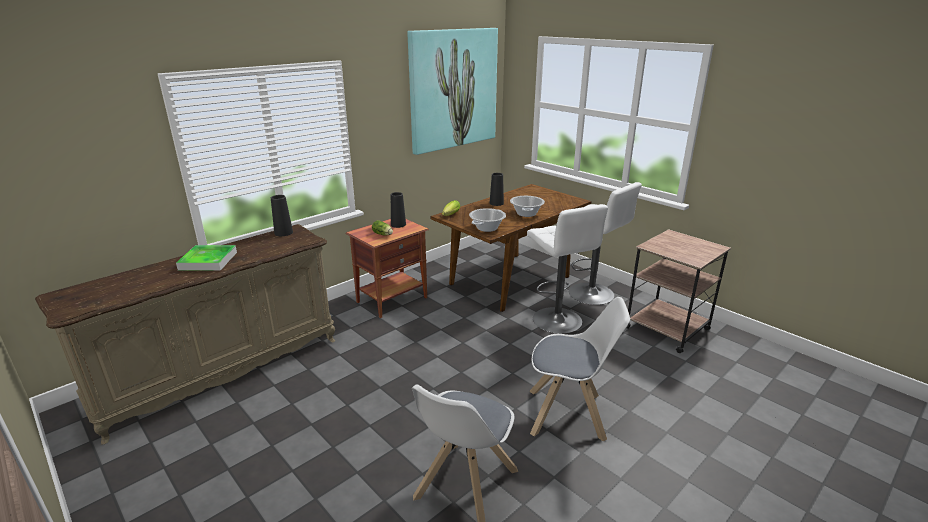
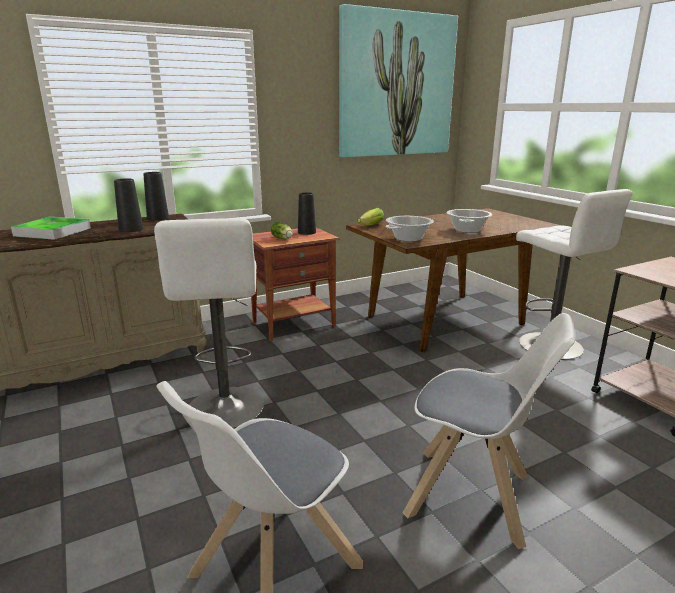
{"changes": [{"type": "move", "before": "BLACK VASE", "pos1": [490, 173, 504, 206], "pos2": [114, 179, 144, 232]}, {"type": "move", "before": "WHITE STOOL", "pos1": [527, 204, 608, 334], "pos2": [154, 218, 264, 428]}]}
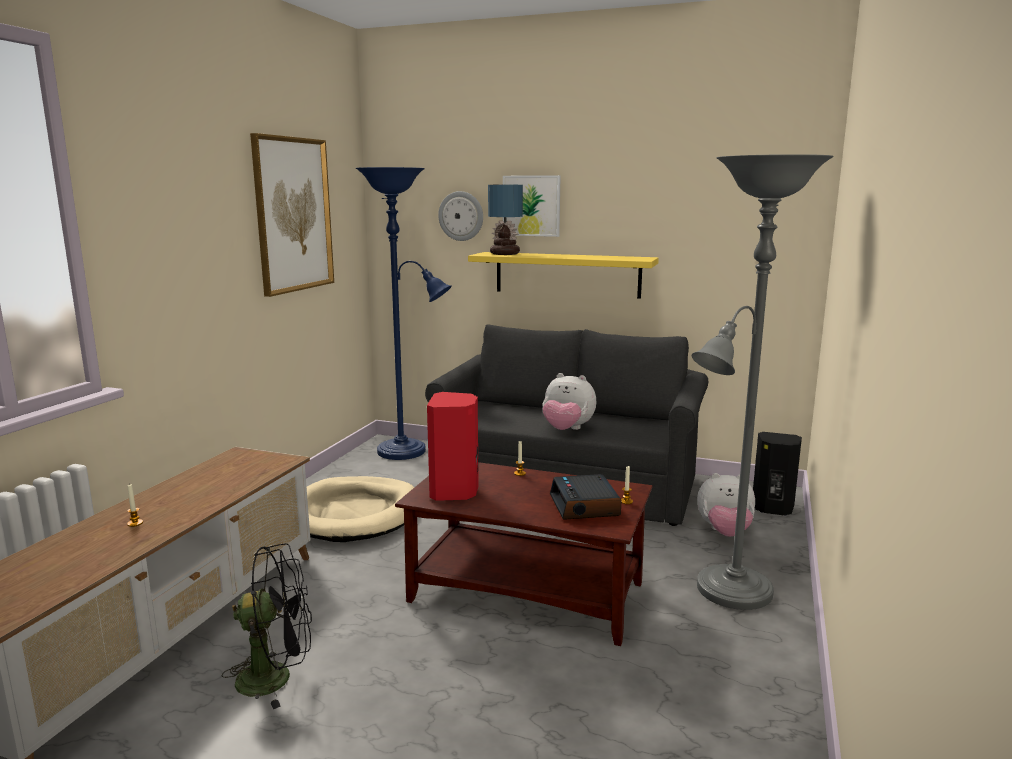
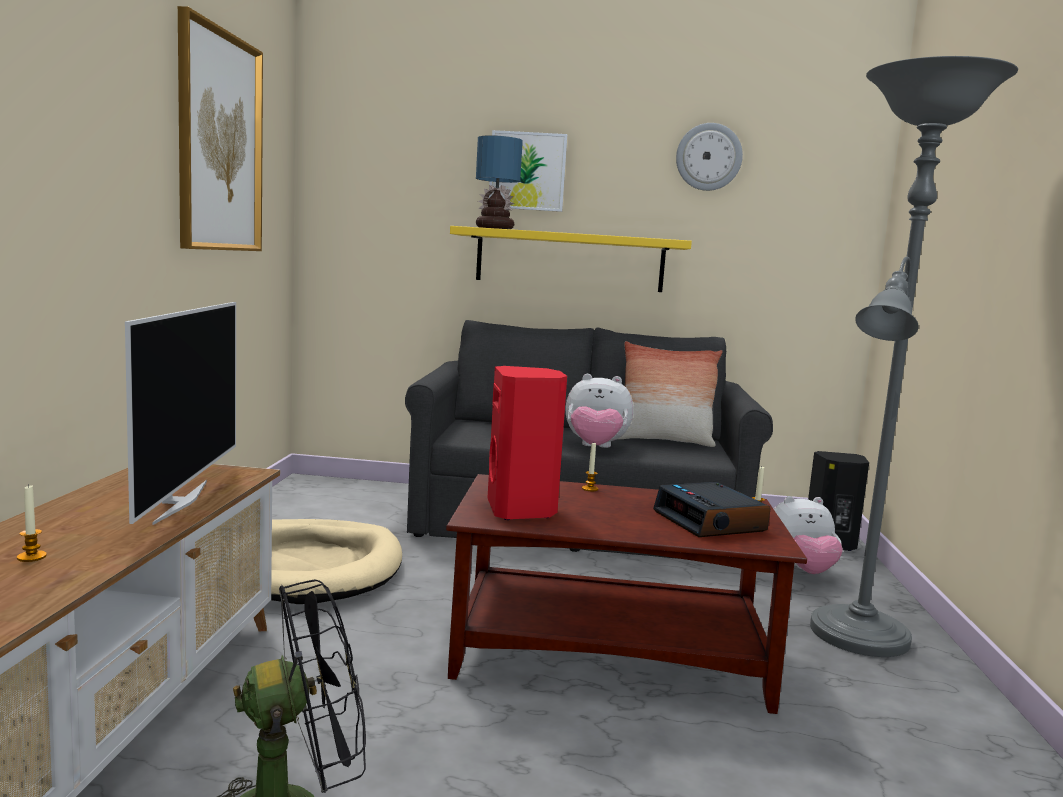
{"changes": [{"type": "insert", "after": "TELEVISION", "pos2": [125, 302, 236, 525]}, {"type": "insert", "after": "PILLOW", "pos2": [618, 341, 723, 447]}, {"type": "move", "before": "WALL CLOCK", "pos1": [438, 191, 483, 241], "pos2": [676, 123, 743, 191]}, {"type": "delete", "before": "BLUE FLOOR LAMP", "pos1": [356, 167, 452, 460]}]}
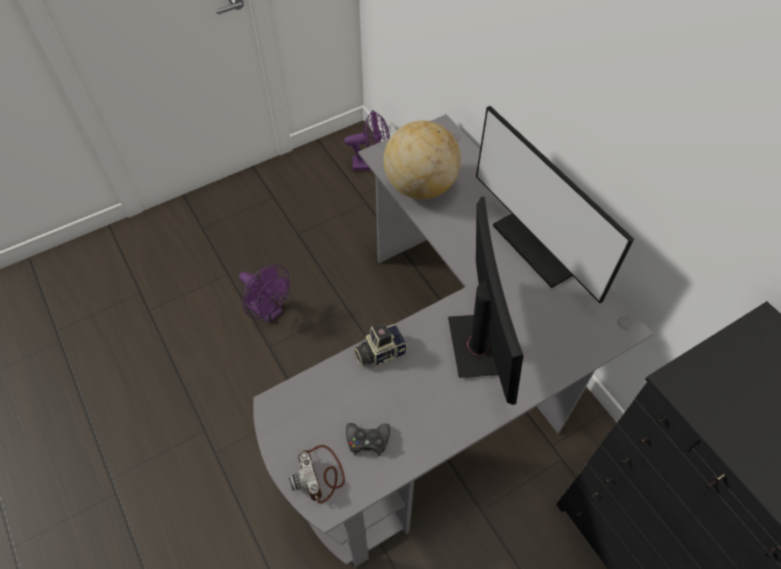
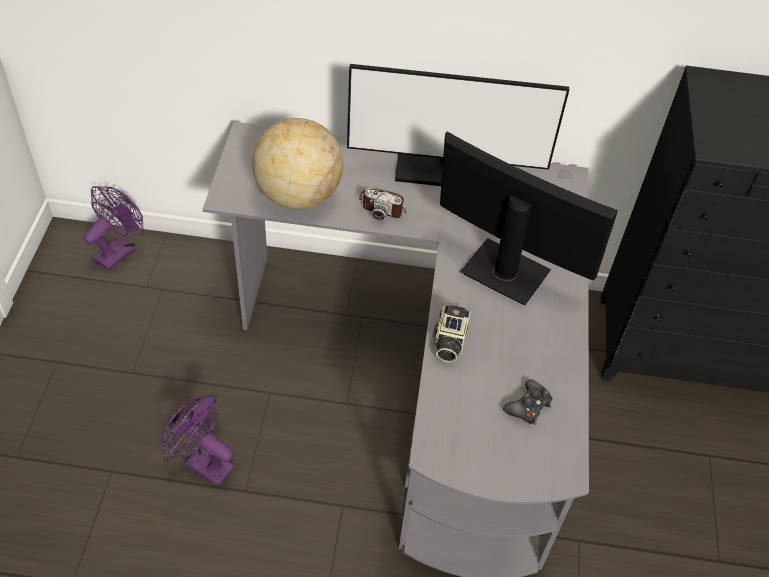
{"changes": [{"type": "rotate", "before": "PURPLE FAN", "pos1": [239, 264, 290, 324], "pos2": [161, 394, 235, 487], "turn": -135}, {"type": "move", "before": "PHOTO CAMERA", "pos1": [289, 445, 345, 504], "pos2": [359, 189, 407, 220]}]}
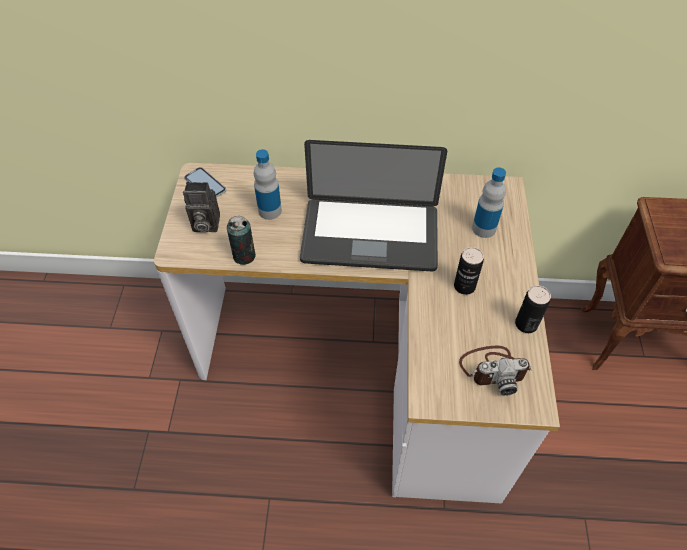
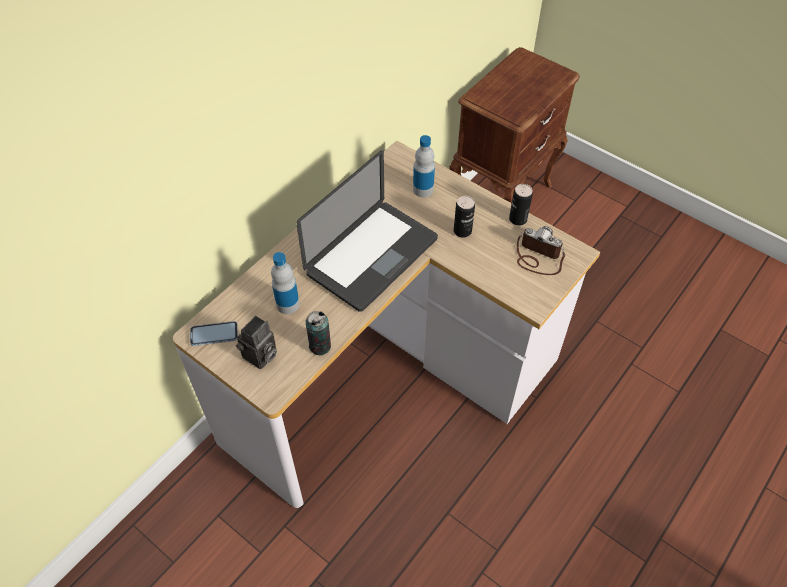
{"changes": [{"type": "rotate", "before": "PHOTO CAMERA", "pos1": [459, 346, 531, 396], "pos2": [517, 226, 565, 275], "turn": -90}]}
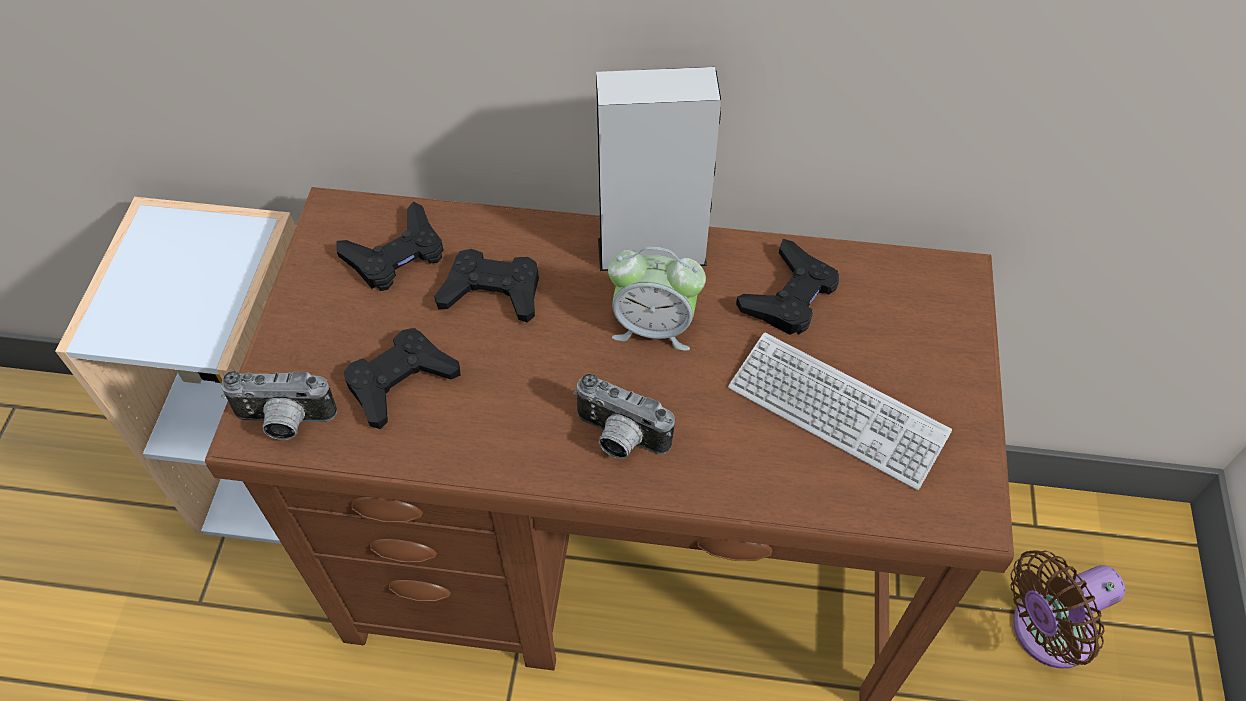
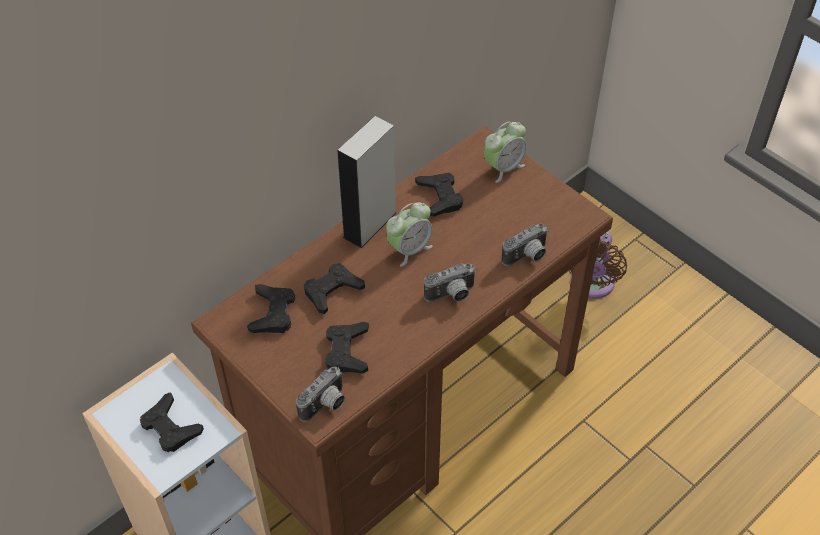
{"changes": [{"type": "insert", "after": "BLACK GAME CONTROLLER", "pos2": [140, 392, 204, 452]}, {"type": "insert", "after": "ALARM CLOCK", "pos2": [484, 122, 526, 183]}, {"type": "insert", "after": "PHOTO CAMERA", "pos2": [502, 223, 548, 266]}, {"type": "delete", "before": "KEYBOARD", "pos1": [728, 333, 952, 490]}]}
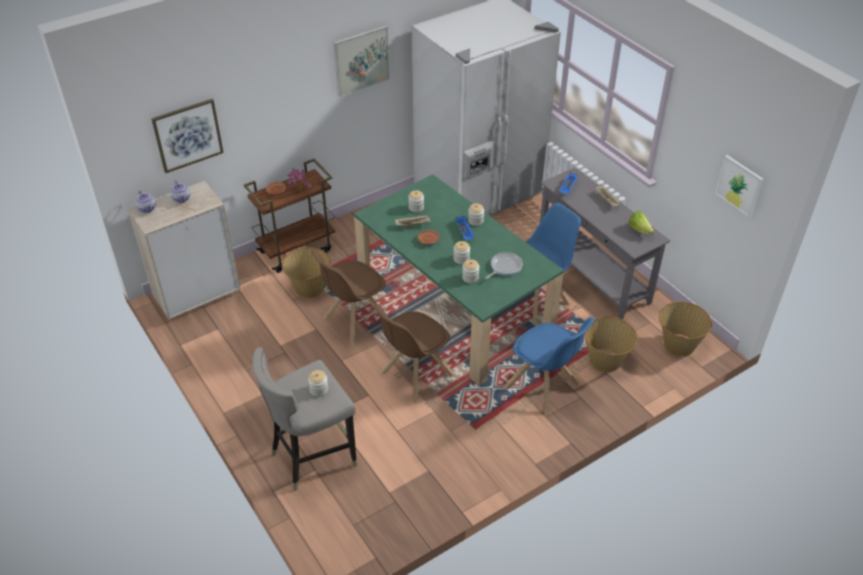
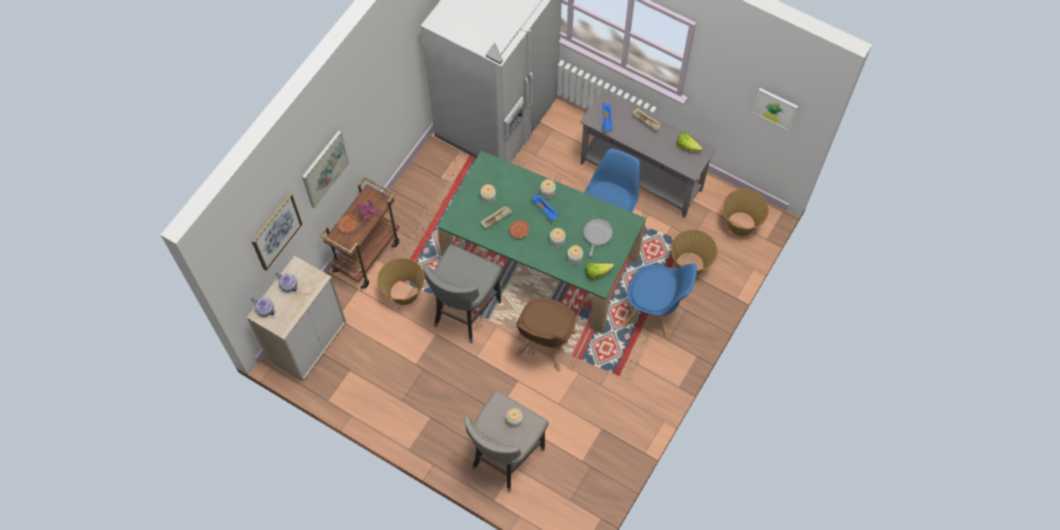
{"changes": [{"type": "move", "before": "PICTURE", "pos1": [333, 26, 390, 97], "pos2": [302, 130, 349, 208]}, {"type": "replace", "before": "BROWN CHAIR", "after": "GREY STOOL", "pos1": [311, 250, 390, 346], "pos2": [423, 244, 502, 343]}, {"type": "insert", "after": "LETTUCE", "pos2": [586, 263, 614, 280]}]}
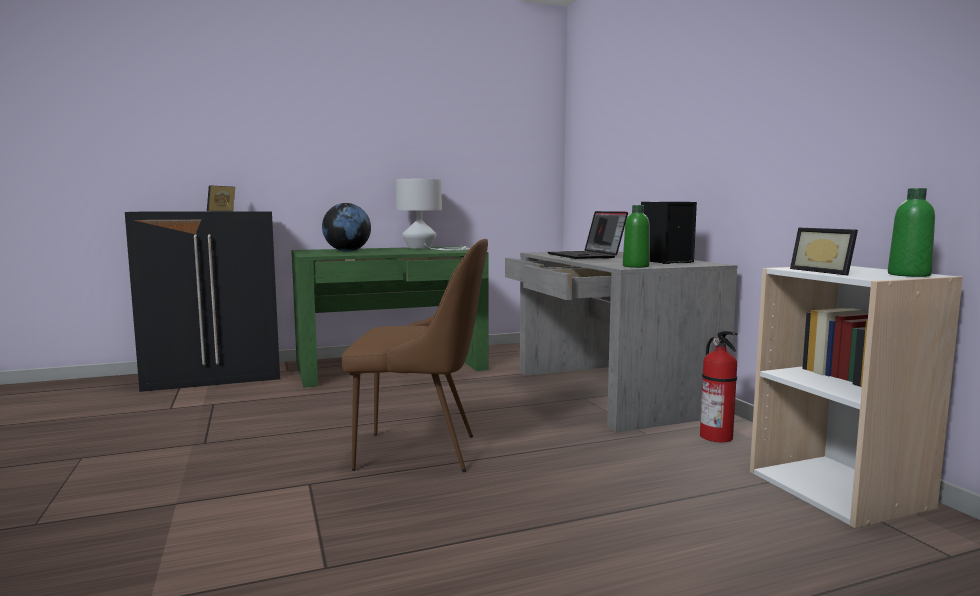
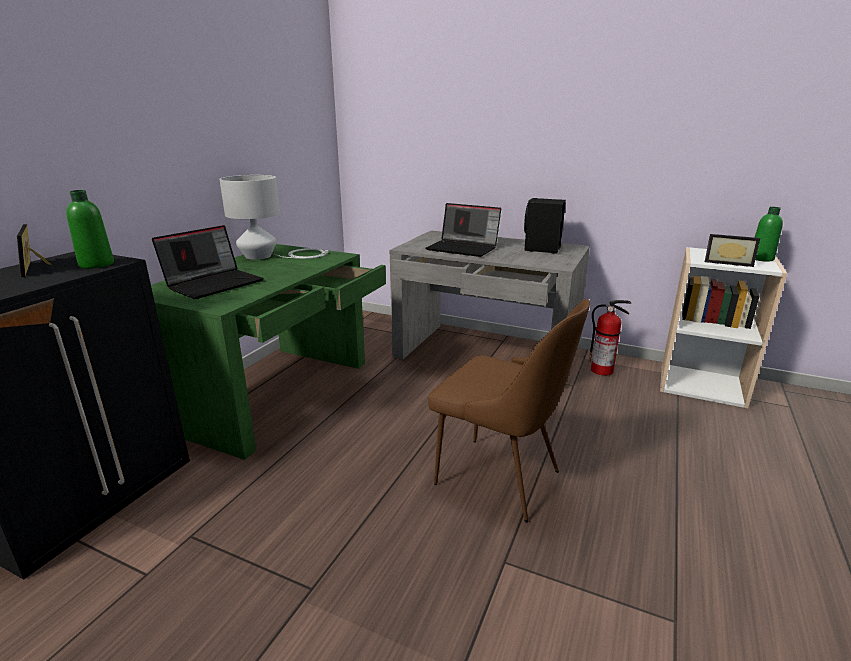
{"changes": [{"type": "move", "before": "GREEN BOTTLE", "pos1": [623, 205, 650, 268], "pos2": [66, 190, 114, 269]}, {"type": "replace", "before": "GLOBE", "after": "LAPTOP", "pos1": [322, 203, 371, 251], "pos2": [152, 225, 264, 299]}, {"type": "rotate", "before": "BROWN CHAIR", "pos1": [342, 239, 488, 472], "pos2": [428, 299, 590, 523], "turn": 75}]}
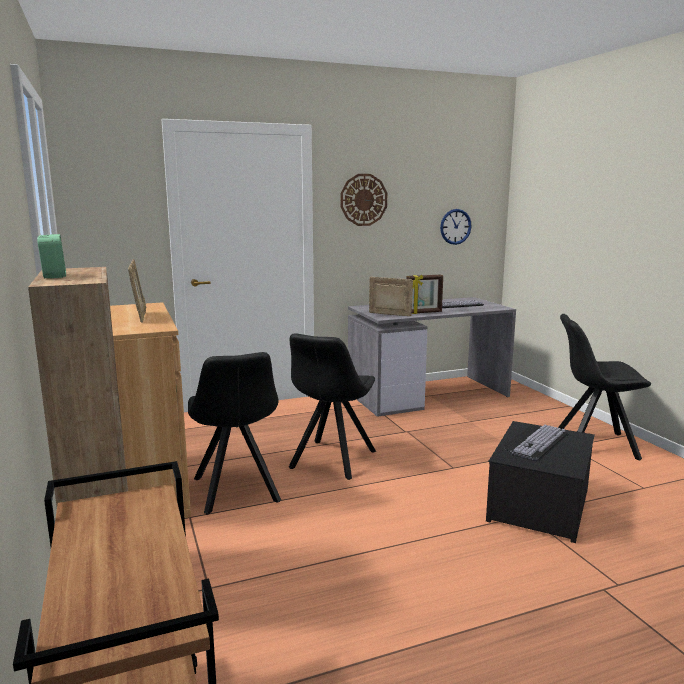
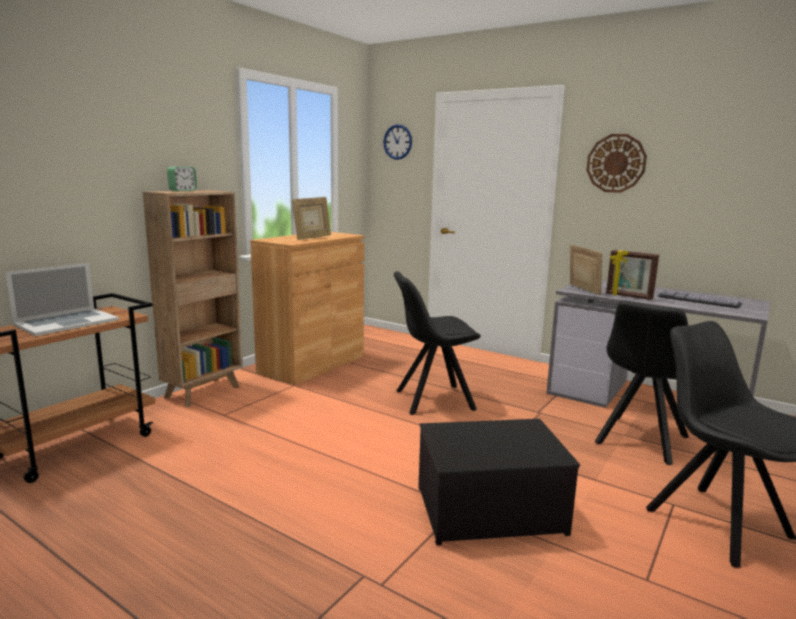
{"changes": [{"type": "insert", "after": "LAPTOP", "pos2": [5, 263, 119, 336]}, {"type": "move", "before": "WALL CLOCK", "pos1": [440, 209, 472, 245], "pos2": [383, 124, 412, 160]}, {"type": "move", "before": "BLACK CHAIR", "pos1": [188, 352, 281, 514], "pos2": [595, 300, 689, 465]}, {"type": "delete", "before": "KEYBOARD", "pos1": [504, 425, 567, 461]}]}
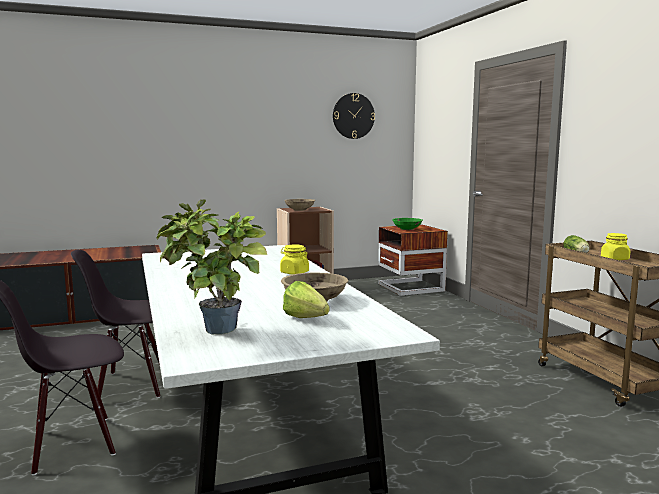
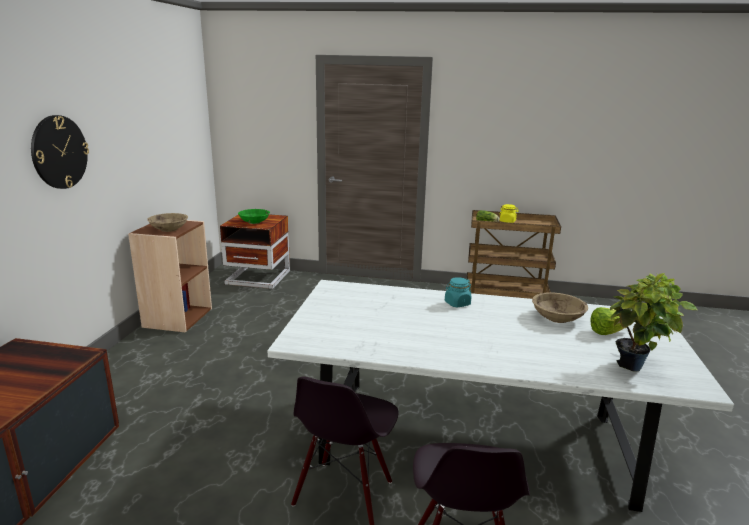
{"changes": [{"type": "move", "before": "WALL CLOCK", "pos1": [333, 93, 375, 139], "pos2": [31, 115, 89, 189]}, {"type": "recolor", "before": "YELLOW JAR", "after": "TURQUOISE JAR", "pos1": [280, 244, 309, 275], "pos2": [445, 277, 472, 307]}]}
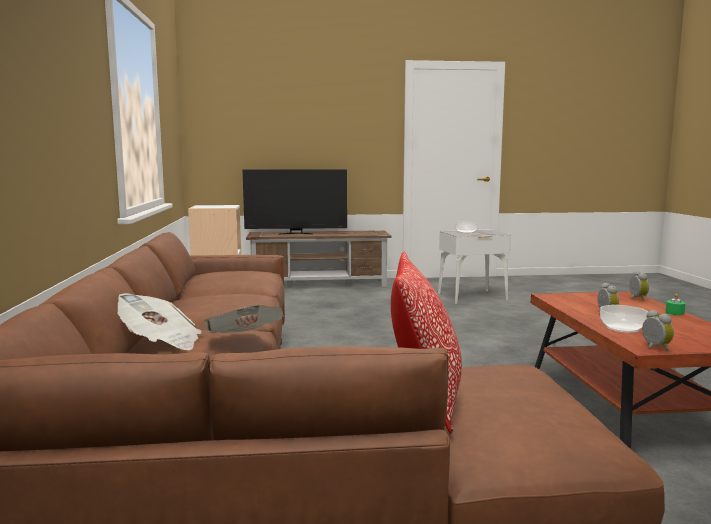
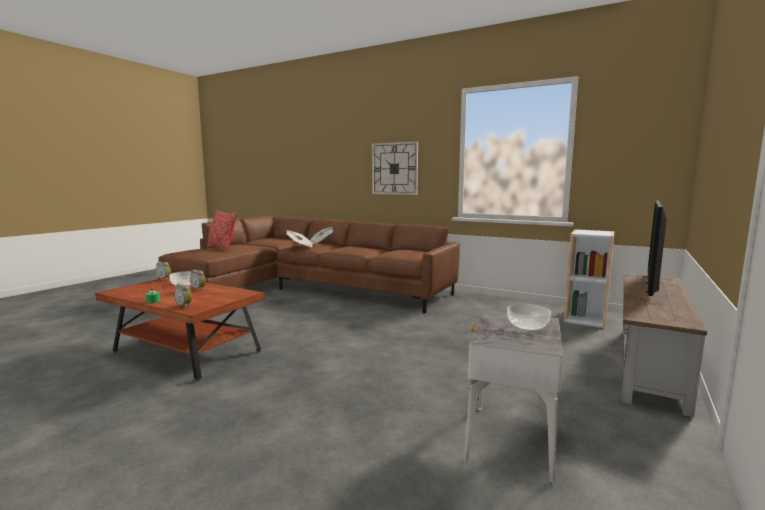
{"changes": [{"type": "insert", "after": "WALL CLOCK", "pos2": [372, 141, 418, 195]}]}
